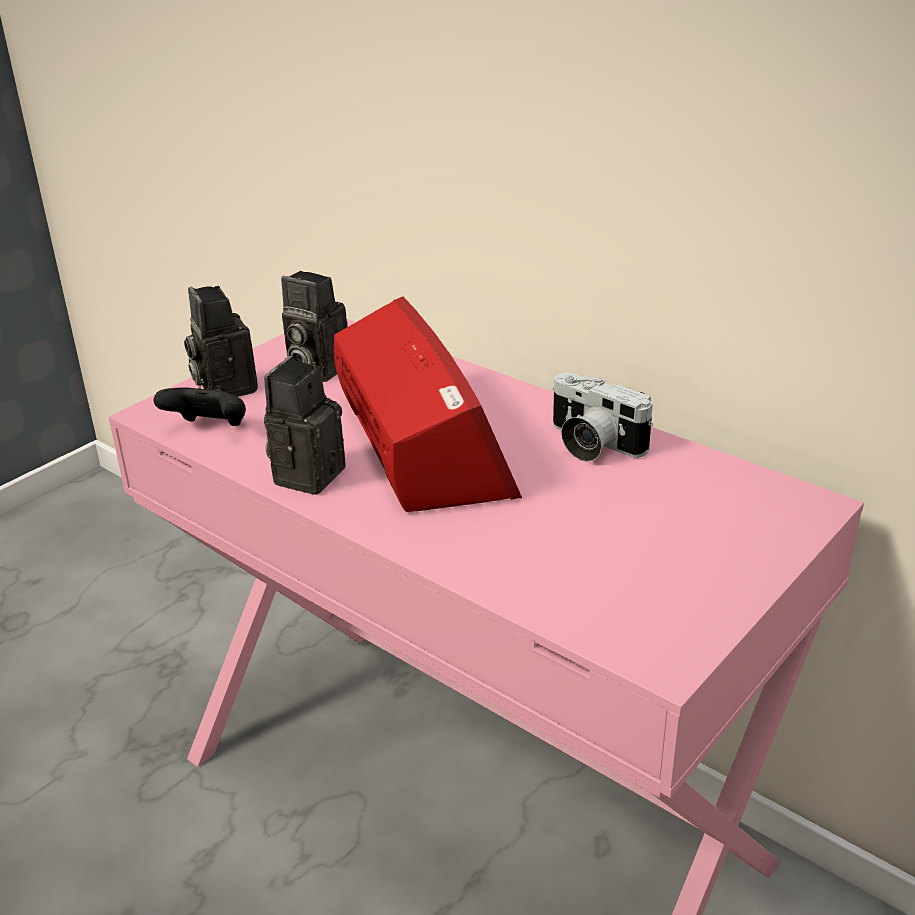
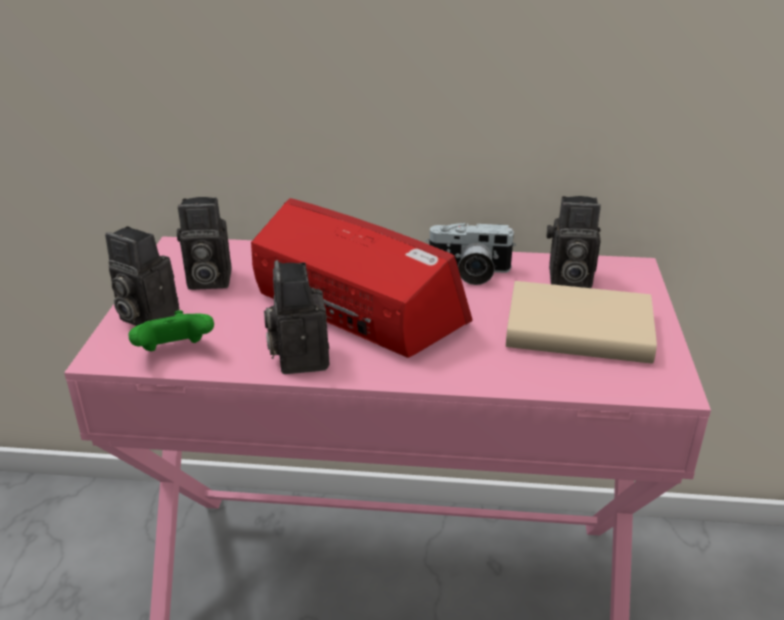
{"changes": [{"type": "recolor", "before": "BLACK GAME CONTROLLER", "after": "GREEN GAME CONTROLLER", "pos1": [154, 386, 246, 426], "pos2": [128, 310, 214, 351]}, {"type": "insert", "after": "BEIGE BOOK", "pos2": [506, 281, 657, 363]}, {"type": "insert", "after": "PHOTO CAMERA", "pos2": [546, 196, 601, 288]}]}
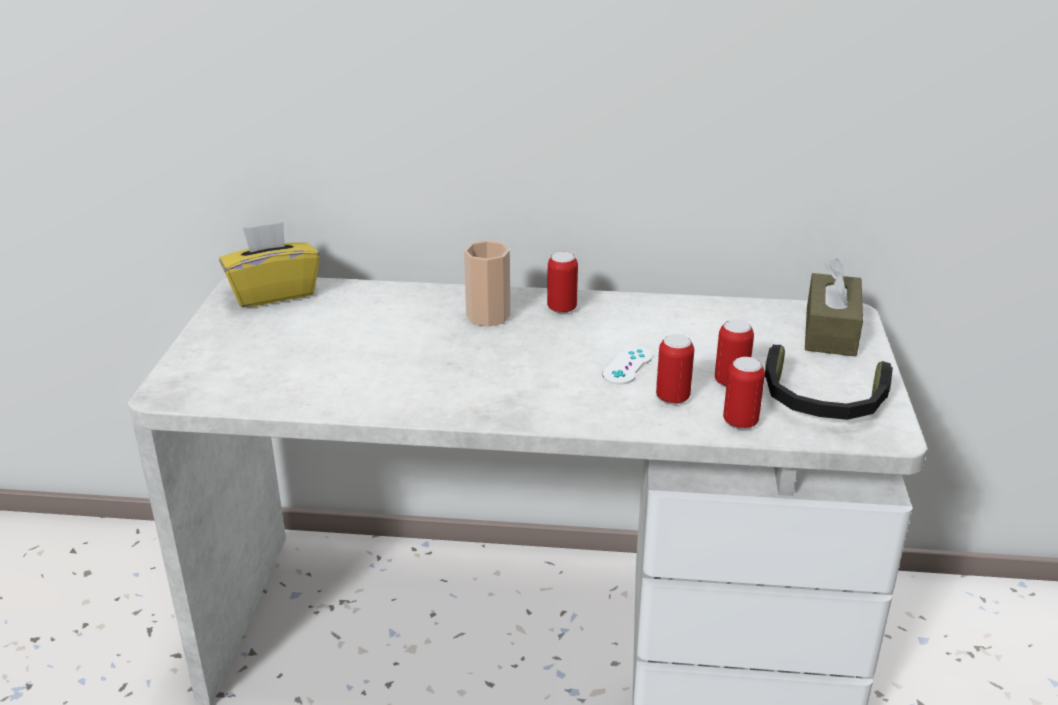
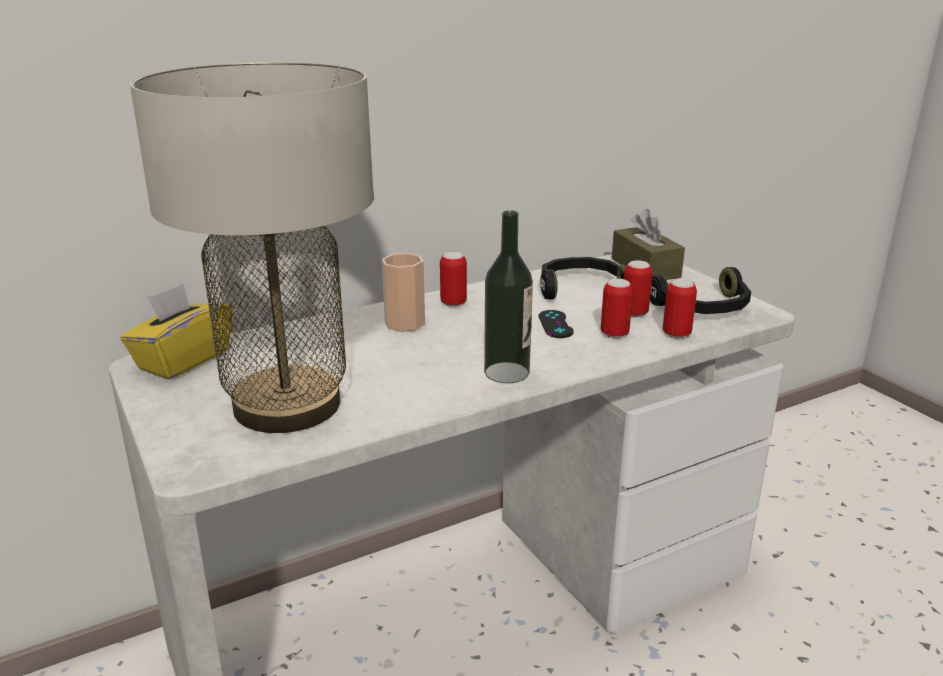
{"changes": [{"type": "insert", "after": "TABLE LAMP", "pos2": [129, 62, 374, 433]}, {"type": "insert", "after": "BOTTLE", "pos2": [484, 211, 533, 383]}, {"type": "recolor", "before": "WHITE GAME CONTROLLER", "after": "BLACK GAME CONTROLLER", "pos1": [602, 347, 653, 385], "pos2": [539, 310, 574, 338]}, {"type": "insert", "after": "BLACK HEADPHONES", "pos2": [540, 257, 627, 300]}]}
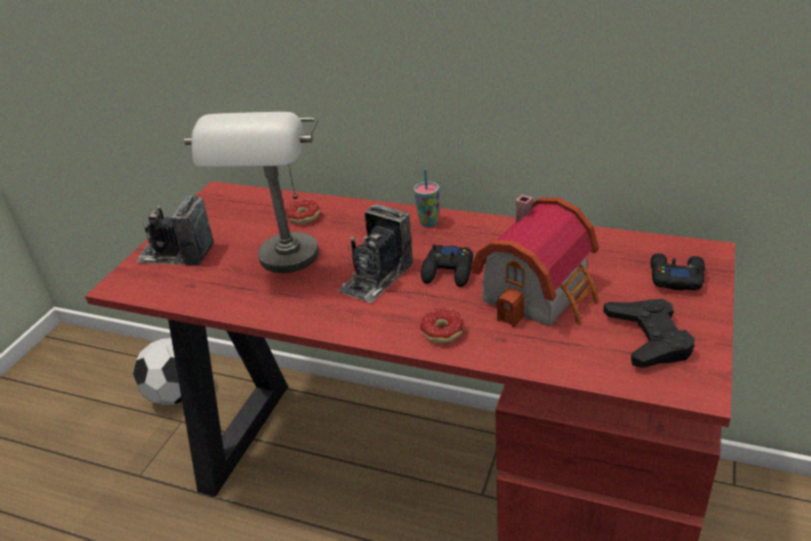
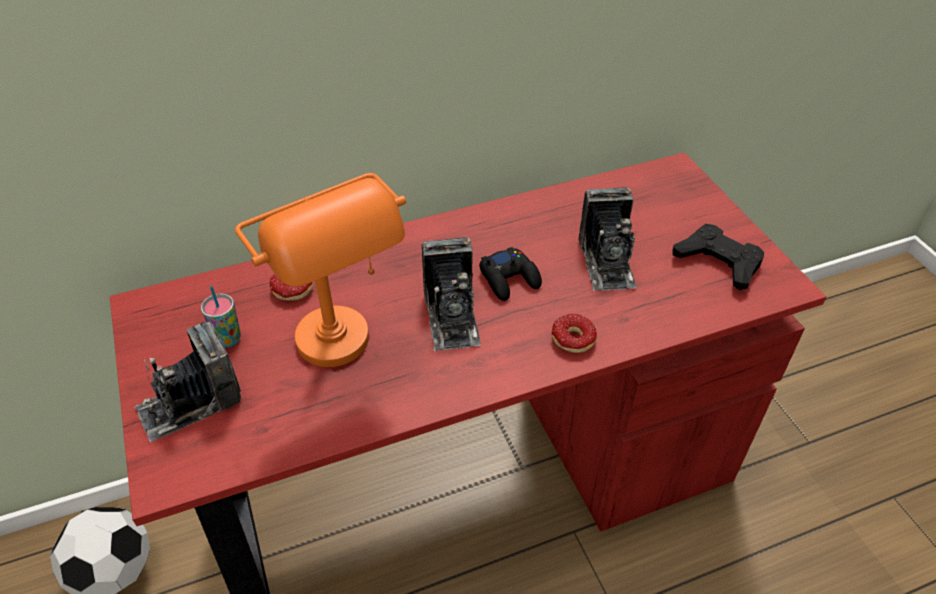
{"changes": [{"type": "move", "before": "CUP", "pos1": [414, 169, 439, 227], "pos2": [201, 286, 241, 348]}, {"type": "recolor", "before": "GREY TABLE LAMP", "after": "ORANGE TABLE LAMP", "pos1": [184, 112, 319, 273], "pos2": [235, 173, 406, 367]}, {"type": "replace", "before": "TOY HOUSE", "after": "PHOTO CAMERA", "pos1": [471, 195, 599, 328], "pos2": [578, 187, 637, 291]}, {"type": "delete", "before": "BLACK GAME CONTROLLER", "pos1": [651, 253, 705, 290]}]}
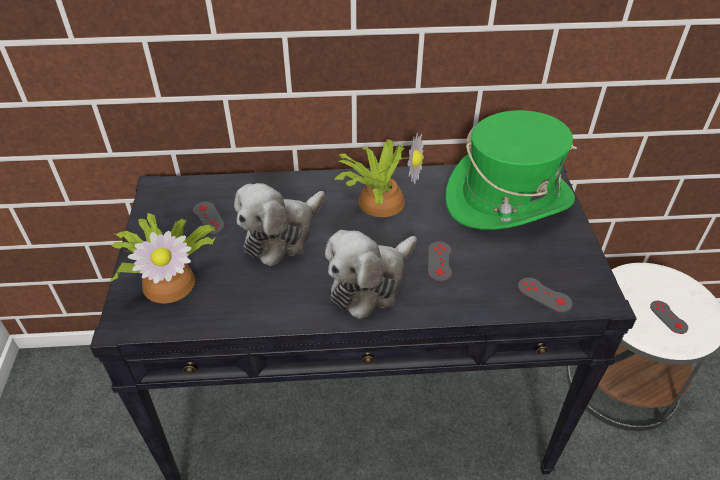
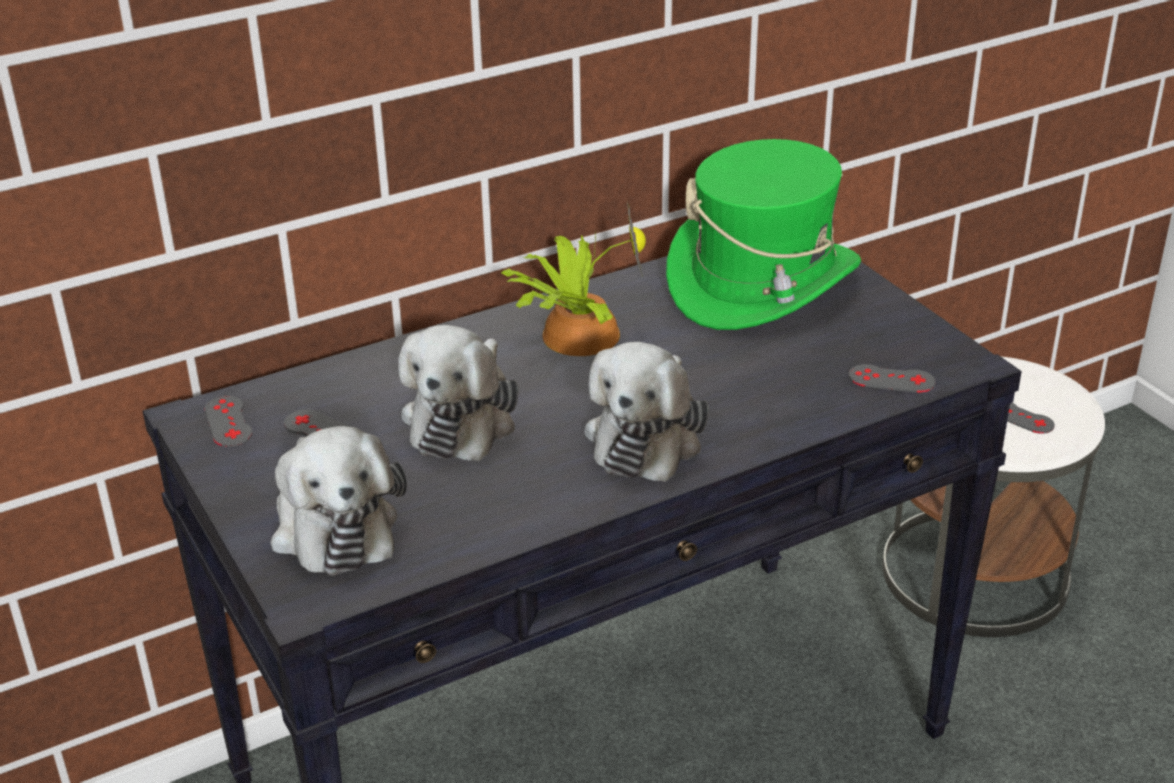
{"changes": [{"type": "move", "before": "GREY GAME CONTROLLER", "pos1": [428, 241, 452, 281], "pos2": [205, 396, 253, 447]}, {"type": "replace", "before": "POTTED PLANT", "after": "PLUSH TOY", "pos1": [111, 213, 216, 303], "pos2": [270, 426, 407, 576]}]}
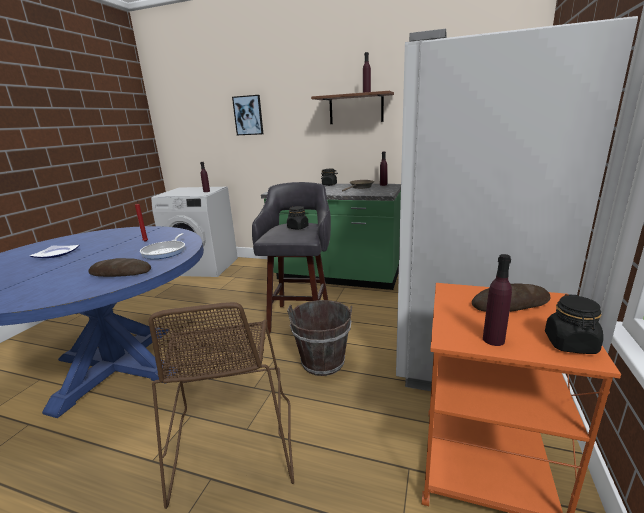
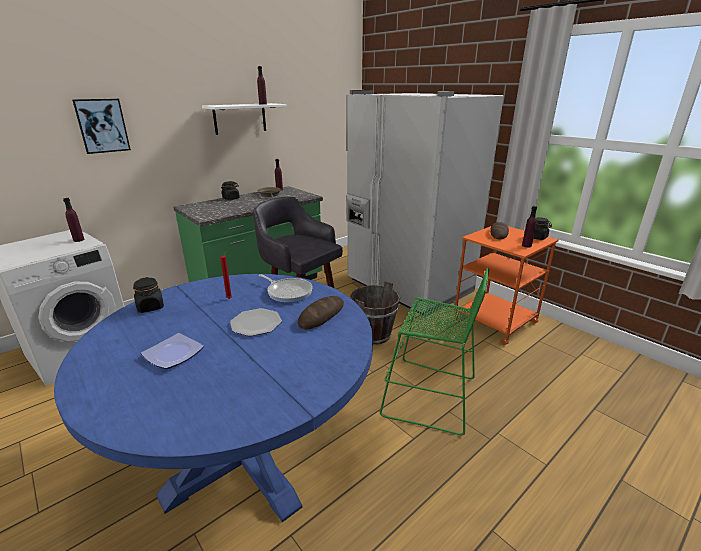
{"changes": [{"type": "move", "before": "BLACK JAR", "pos1": [287, 206, 309, 229], "pos2": [133, 277, 164, 313]}, {"type": "recolor", "before": "BROWN SHELF", "after": "WHITE SHELF", "pos1": [311, 91, 394, 124], "pos2": [202, 103, 287, 135]}, {"type": "insert", "after": "PLATE", "pos2": [230, 308, 282, 336]}, {"type": "recolor", "before": "BROWN STOOL", "after": "GREEN STOOL", "pos1": [148, 302, 294, 509], "pos2": [380, 268, 489, 435]}]}
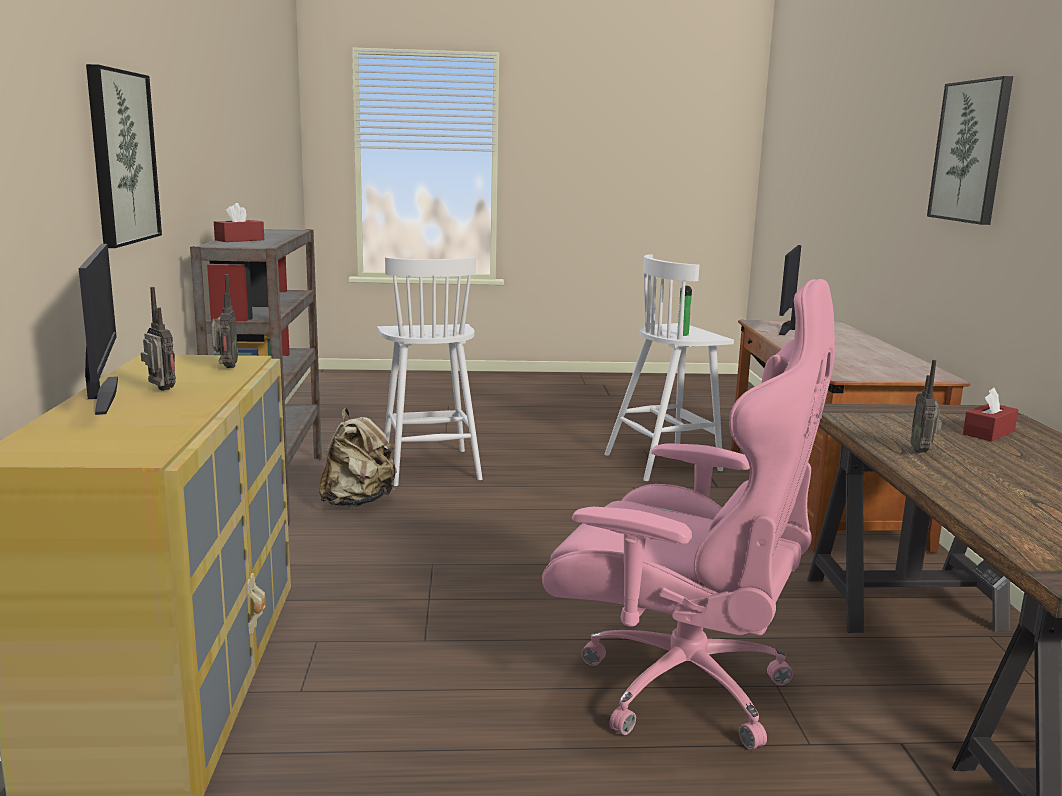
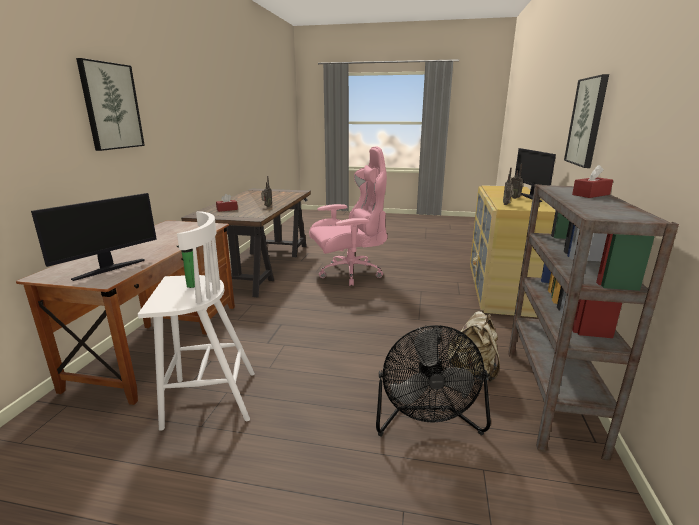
{"changes": [{"type": "rotate", "before": "PINK OFFICE CHAIR", "pos1": [542, 279, 835, 750], "pos2": [309, 146, 388, 286], "turn": 120}, {"type": "replace", "before": "WHITE STOOL", "after": "BLACK FAN", "pos1": [377, 257, 482, 486], "pos2": [376, 325, 491, 437]}]}
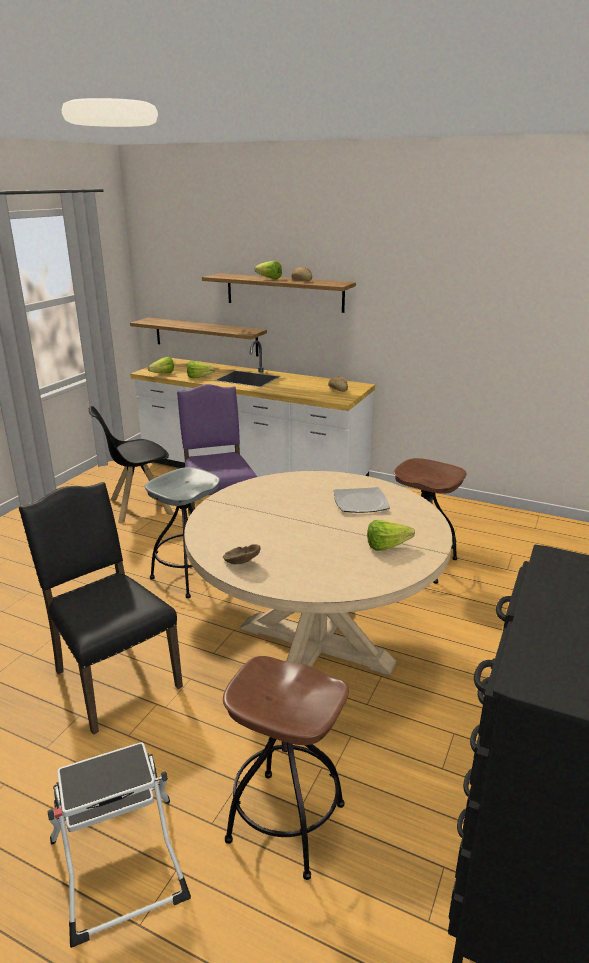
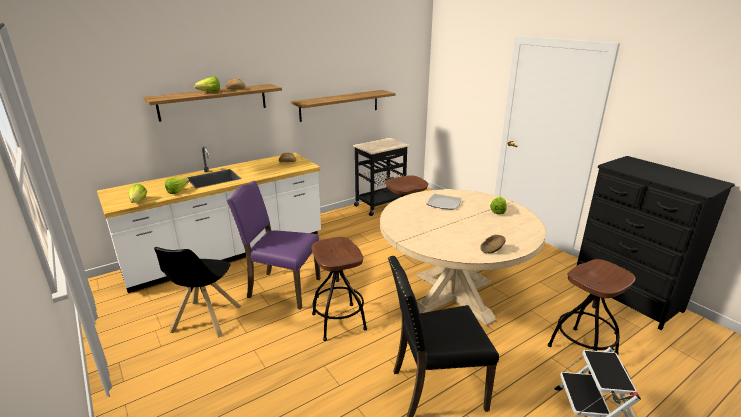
{"changes": [{"type": "move", "before": "SHELF", "pos1": [130, 318, 267, 356], "pos2": [291, 90, 395, 122]}, {"type": "recolor", "before": "GREY STOOL", "after": "BROWN STOOL", "pos1": [144, 467, 220, 598], "pos2": [311, 237, 367, 341]}, {"type": "insert", "after": "CART", "pos2": [353, 138, 409, 216]}]}
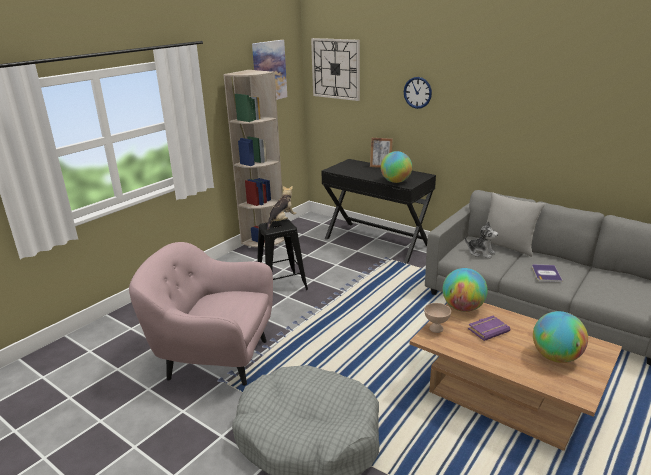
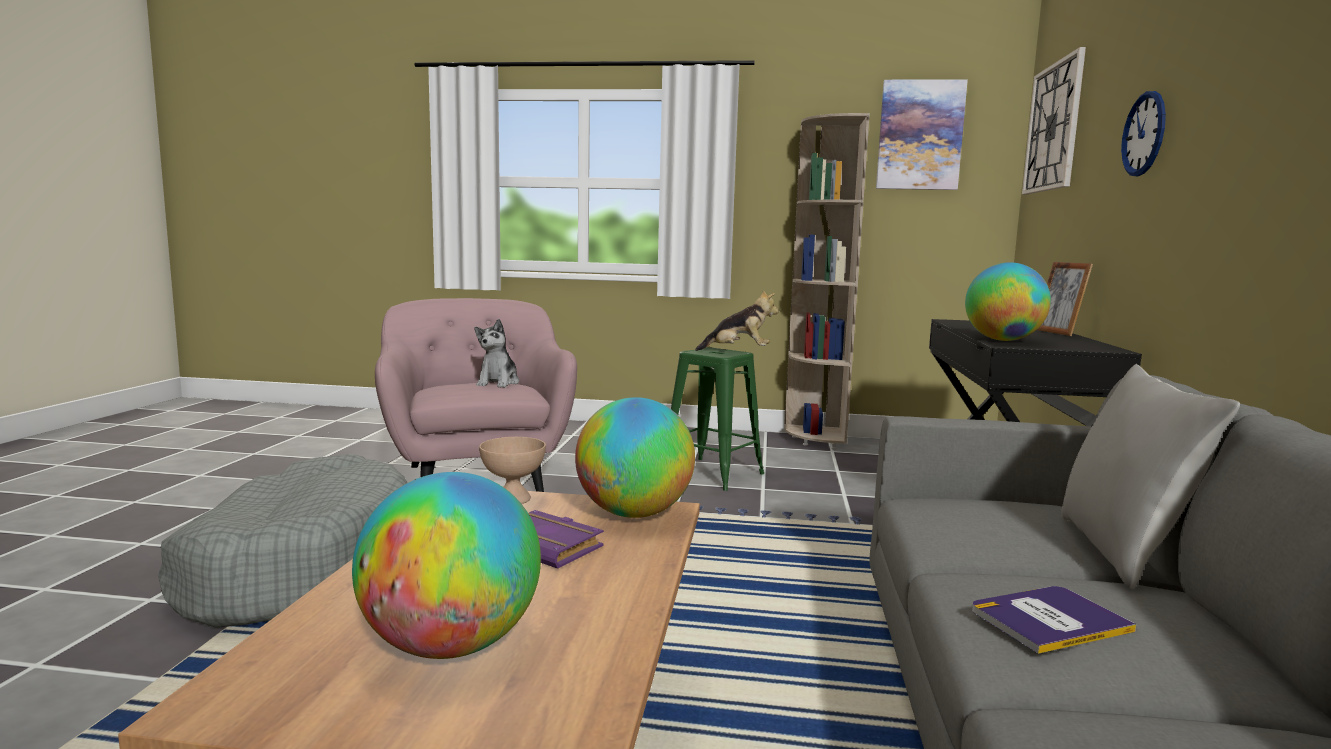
{"changes": [{"type": "move", "before": "PLUSH TOY", "pos1": [465, 221, 498, 259], "pos2": [475, 319, 519, 388]}, {"type": "recolor", "before": "BLACK STOOL", "after": "GREEN STOOL", "pos1": [258, 219, 308, 290], "pos2": [671, 347, 764, 491]}]}
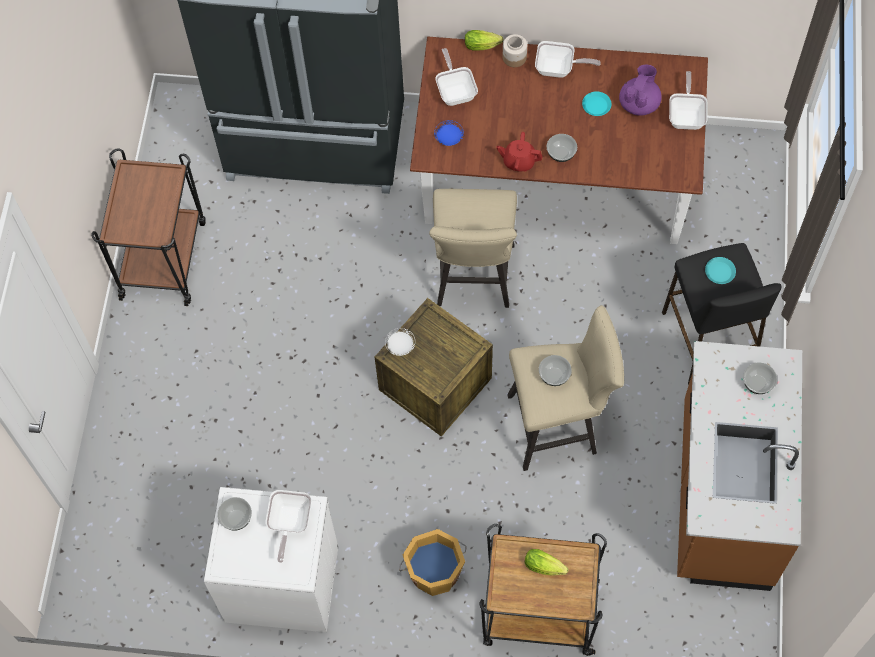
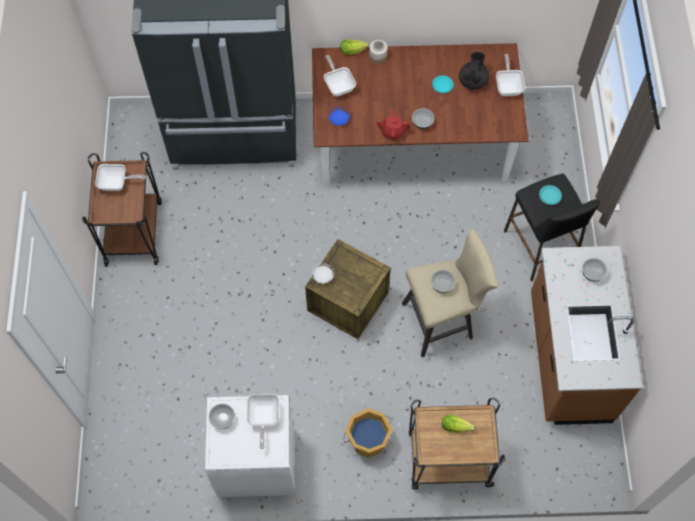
{"changes": [{"type": "move", "before": "FRYING PAN", "pos1": [535, 41, 601, 78], "pos2": [95, 164, 146, 191]}, {"type": "recolor", "before": "PURPLE TEAPOT", "after": "BLACK TEAPOT", "pos1": [619, 65, 662, 116], "pos2": [459, 52, 490, 90]}, {"type": "delete", "before": "BEIGE STOOL", "pos1": [429, 189, 517, 308]}]}
